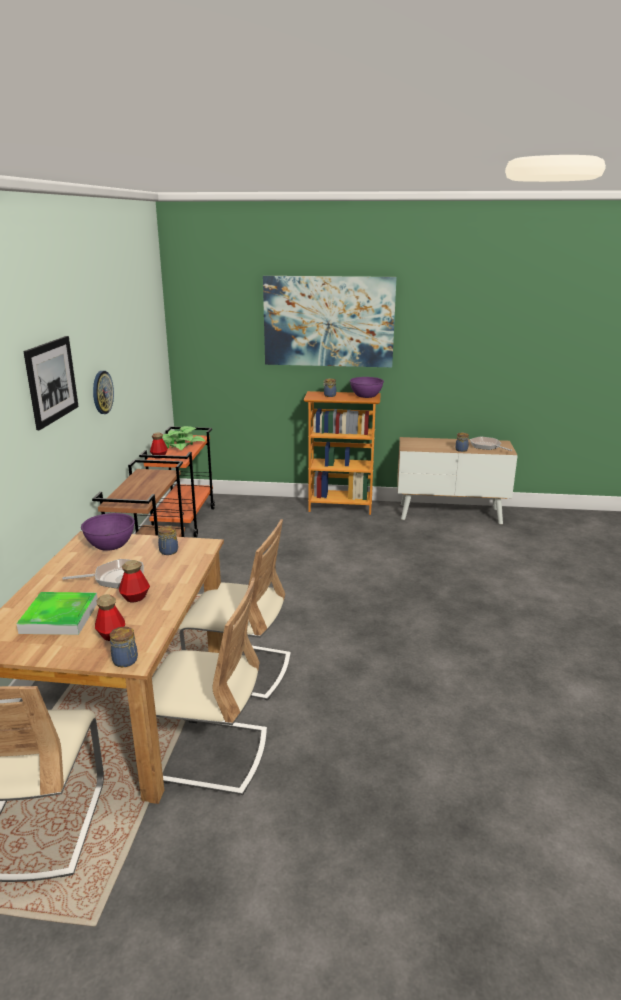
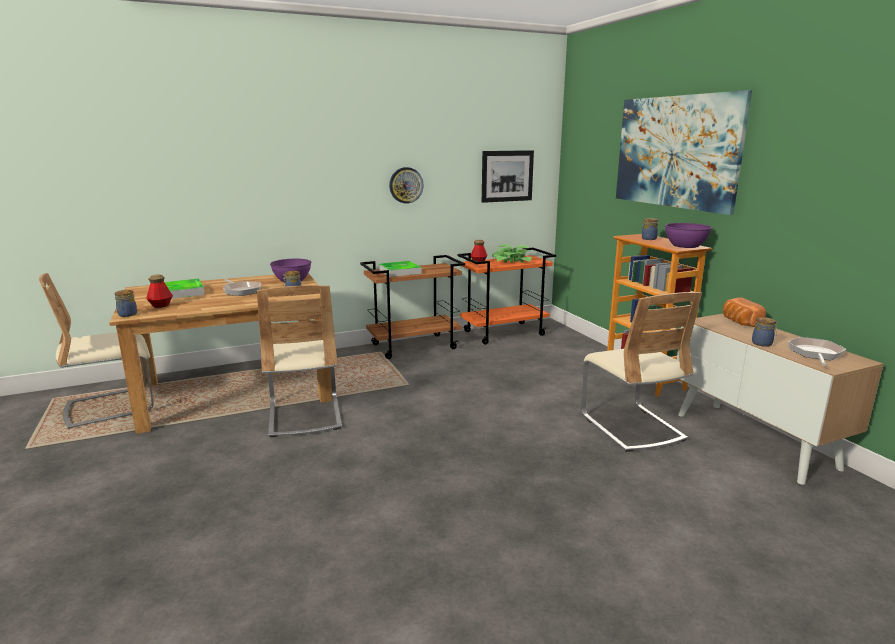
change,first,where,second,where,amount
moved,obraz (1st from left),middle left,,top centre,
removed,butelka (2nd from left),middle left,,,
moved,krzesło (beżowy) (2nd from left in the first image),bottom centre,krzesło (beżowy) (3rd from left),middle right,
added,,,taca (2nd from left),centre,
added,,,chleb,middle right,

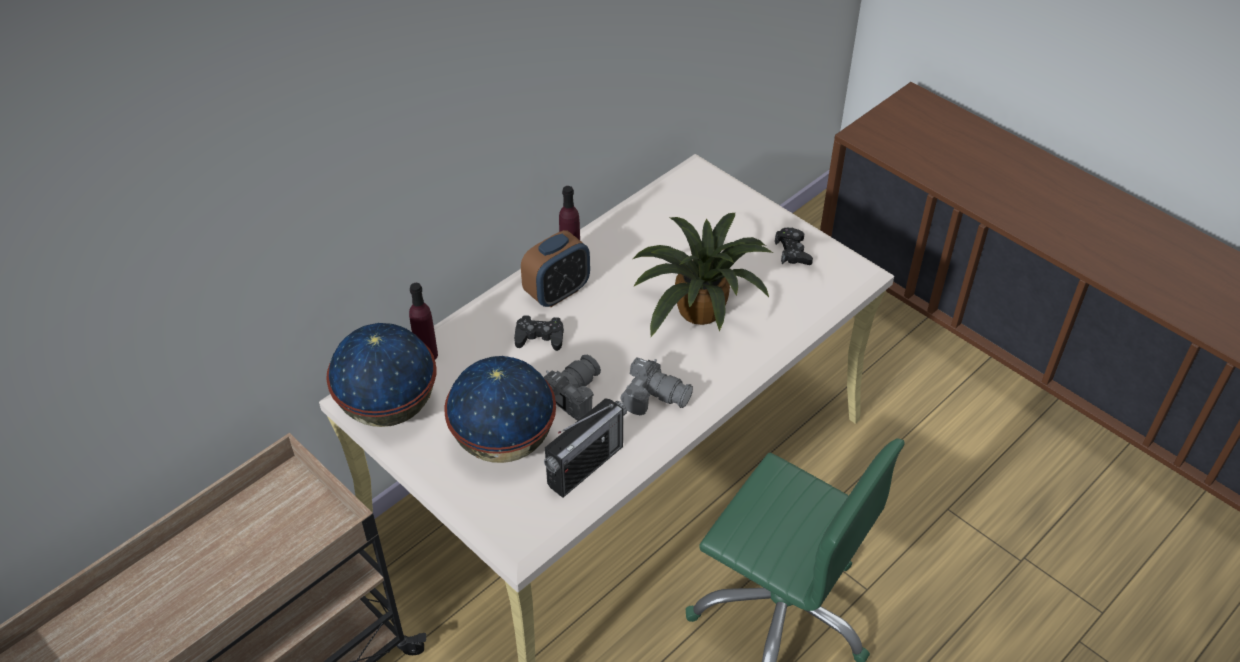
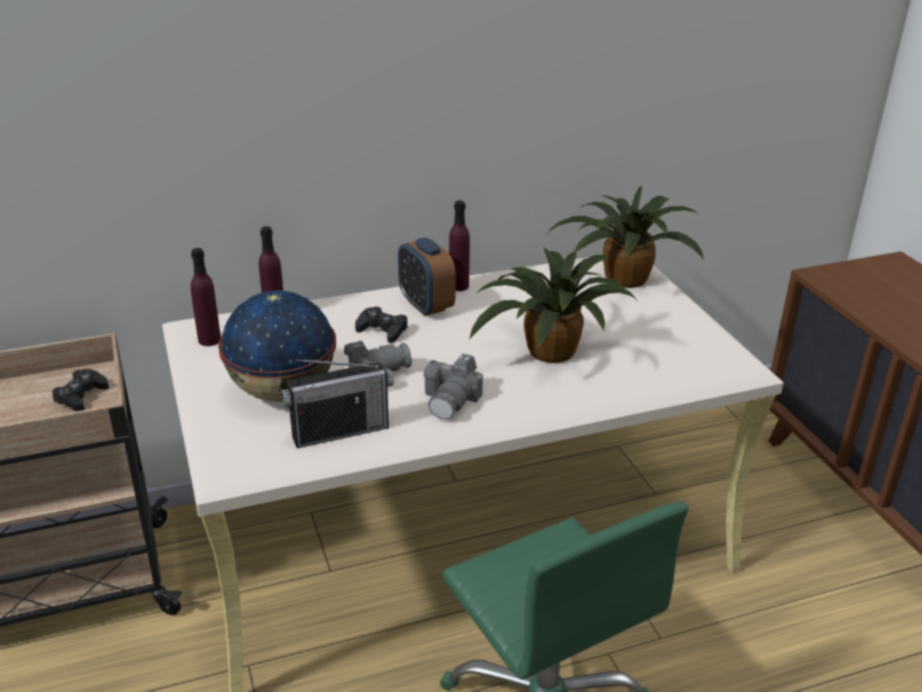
change,first,where,second,where,amount
replaced,globus (1st from left),middle left,butelka (fioletowy) (1st from left),middle left,
turned,budzik,centre,,centre,75 degrees clockwise
turned,aparat fotograficzny (2nd from left),centre,,centre,60 degrees clockwise
moved,pad do gier (czarny) (2nd from left in the first image),centre,pad do gier (czarny) (1st from left),middle left,
added,,,roślina doniczkowa (2nd from left),middle right,

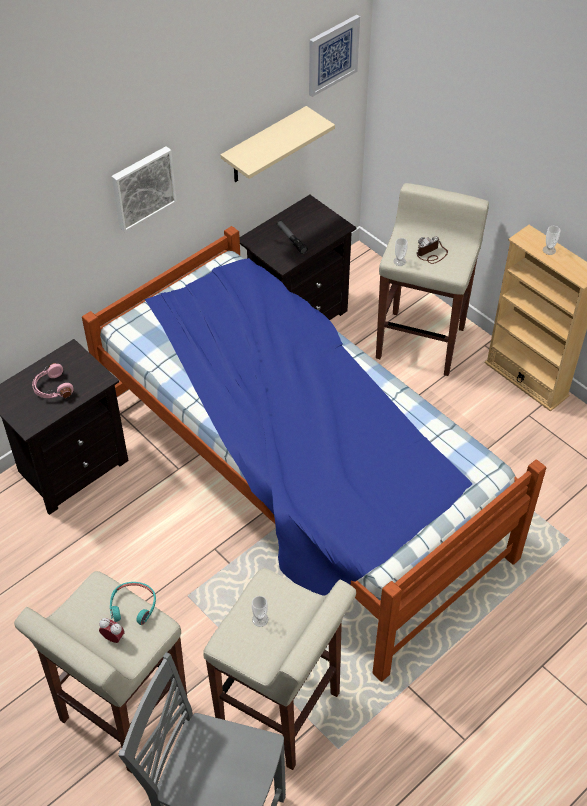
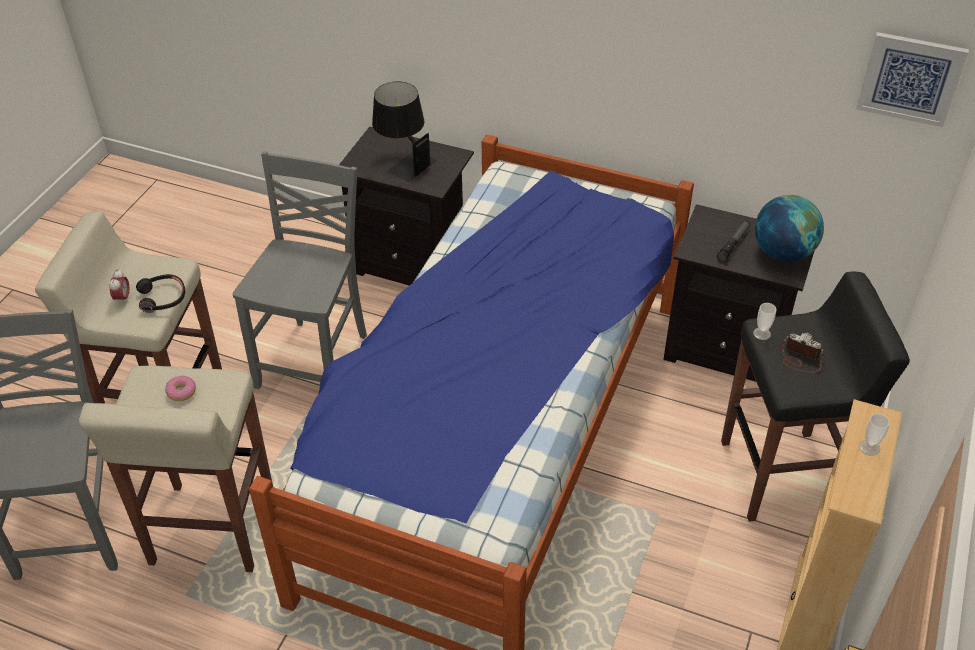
change,first,where,second,where,amount
replaced,słuchawki (różowy),middle left,lampa stołowa (czarny),top centre,
recoloured,słuchawki (turkusowy),bottom left,słuchawki (czarny),middle left,
removed,obraz (1st from left),top left,,,
removed,półka (beżowy),top centre,,,
replaced,filiżanka (1st from left),bottom centre,donut,middle left,
recoloured,stołek (beżowy) (3rd from left),middle right,stołek (czarny),middle right,
added,,,krzesło (szary) (2nd from left),middle left,
added,,,globus,middle right,

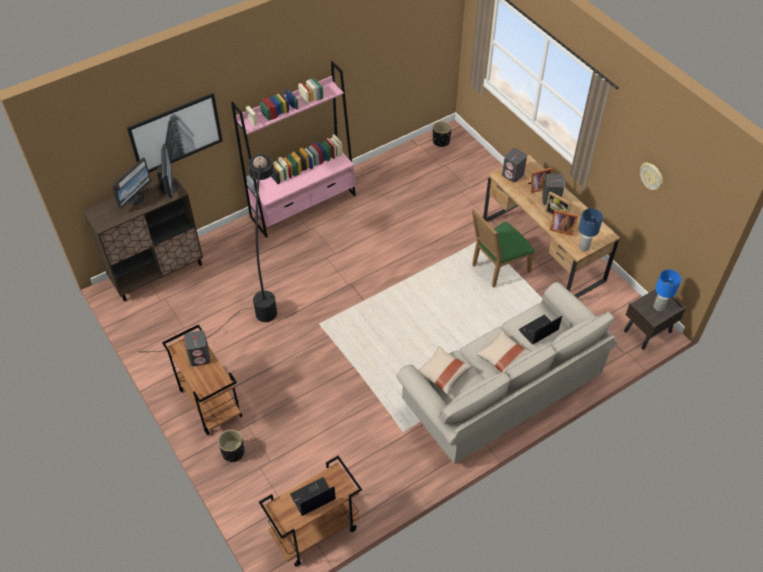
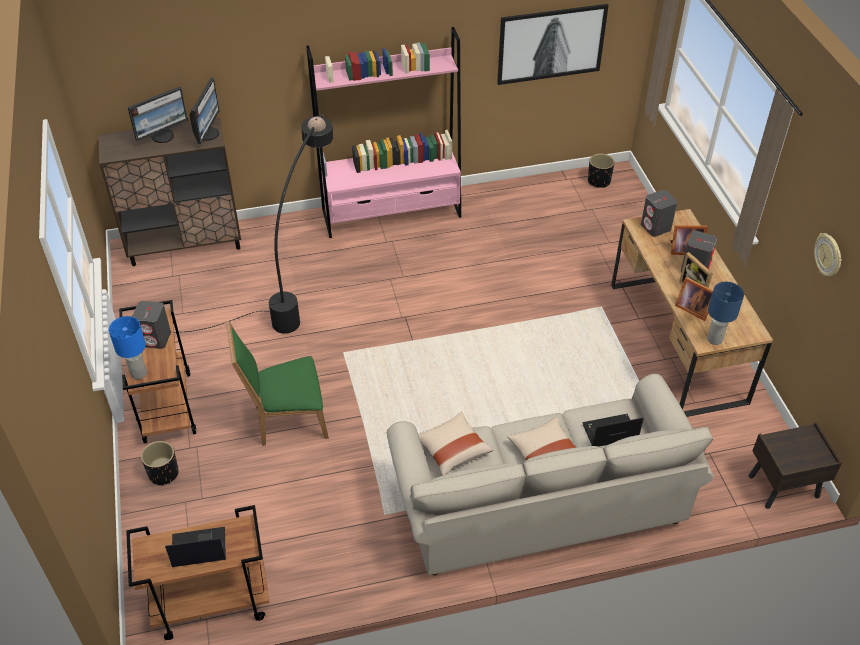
change,first,where,second,where,amount
moved,obraz,top left,,top centre,
moved,krzesło (zielony),centre,,middle left,
moved,lampa stołowa (niebieski) (2nd from left in the first image),middle right,lampa stołowa (niebieski) (1st from left),middle left,

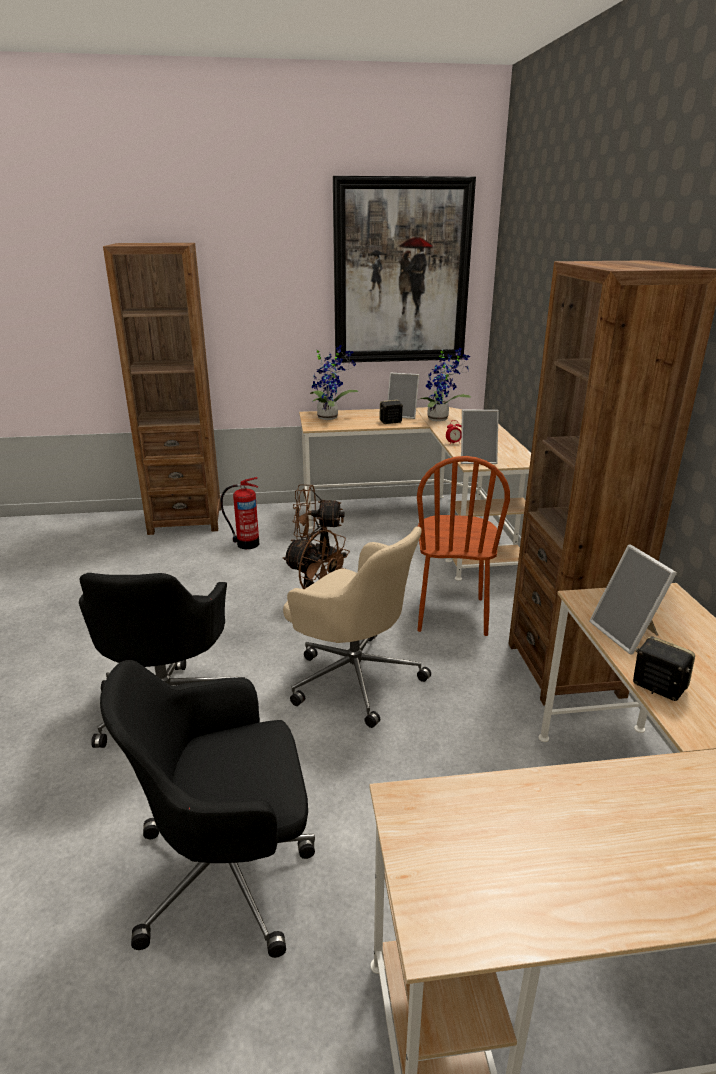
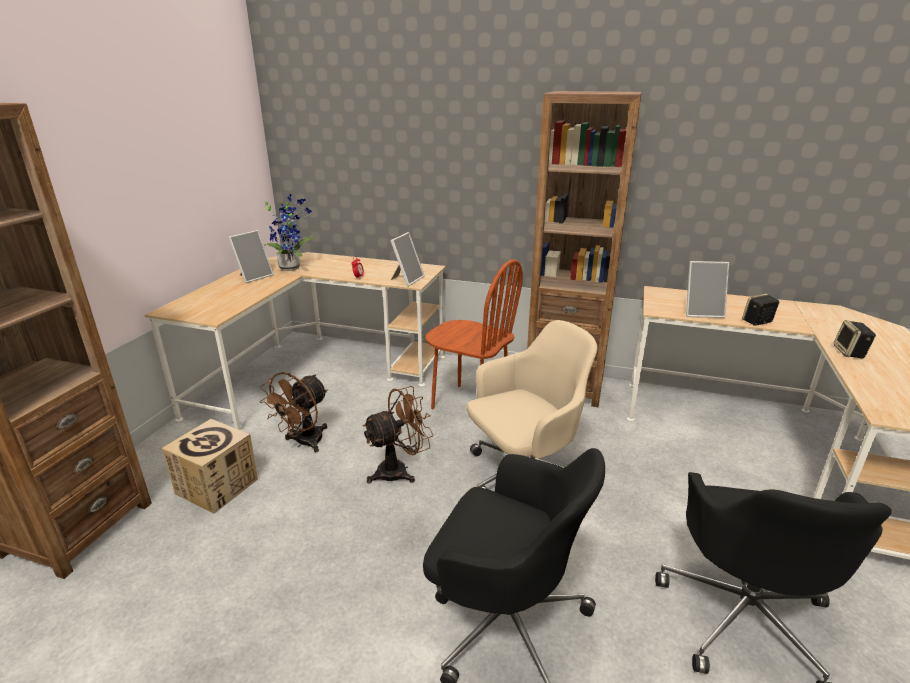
change,first,where,second,where,amount
replaced,gaśnica,centre,karton,bottom left,
removed,roślina doniczkowa (1st from left),centre,,,
removed,obraz,top centre,,,
moved,głośnik (1st from left in the first image),centre,głośnik (2nd from left),middle right,

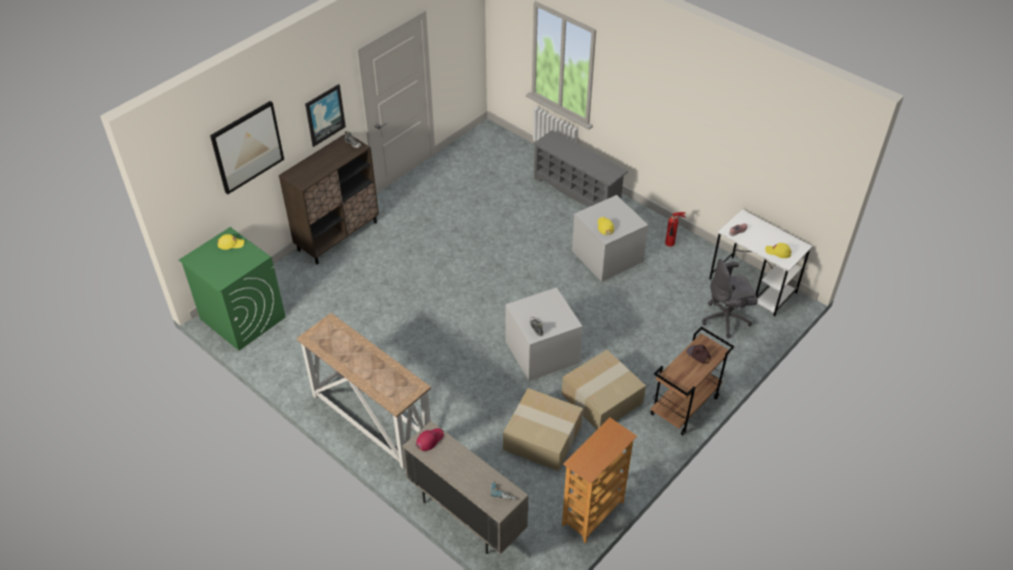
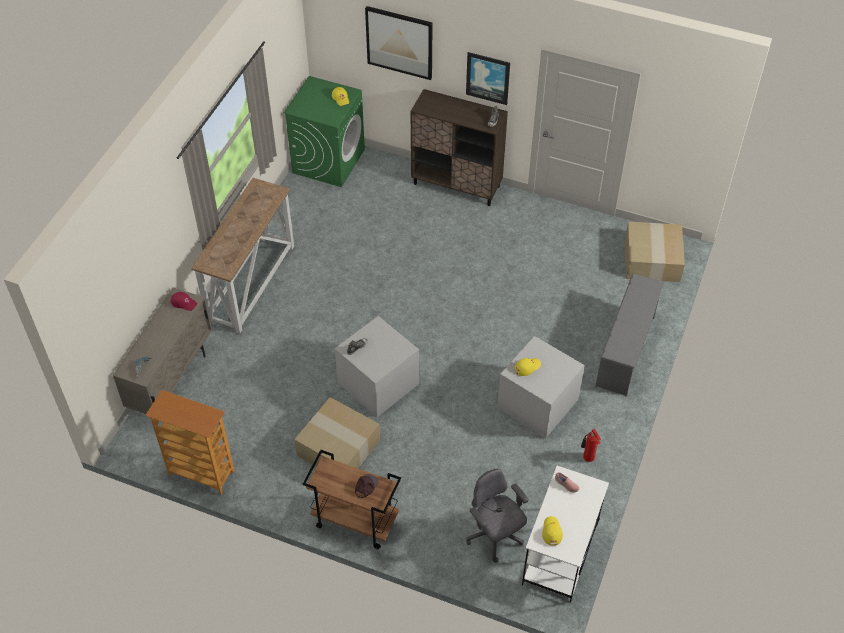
change,first,where,second,where,amount
moved,karton (1st from left in the first image),bottom centre,karton (2nd from left),middle right,

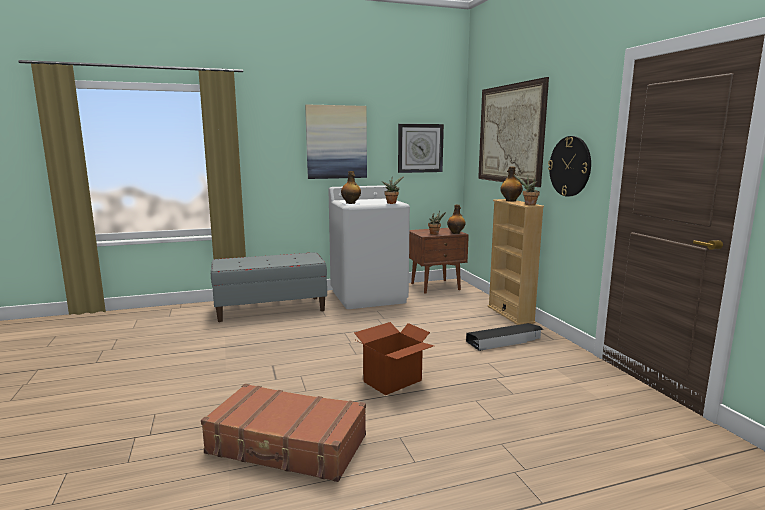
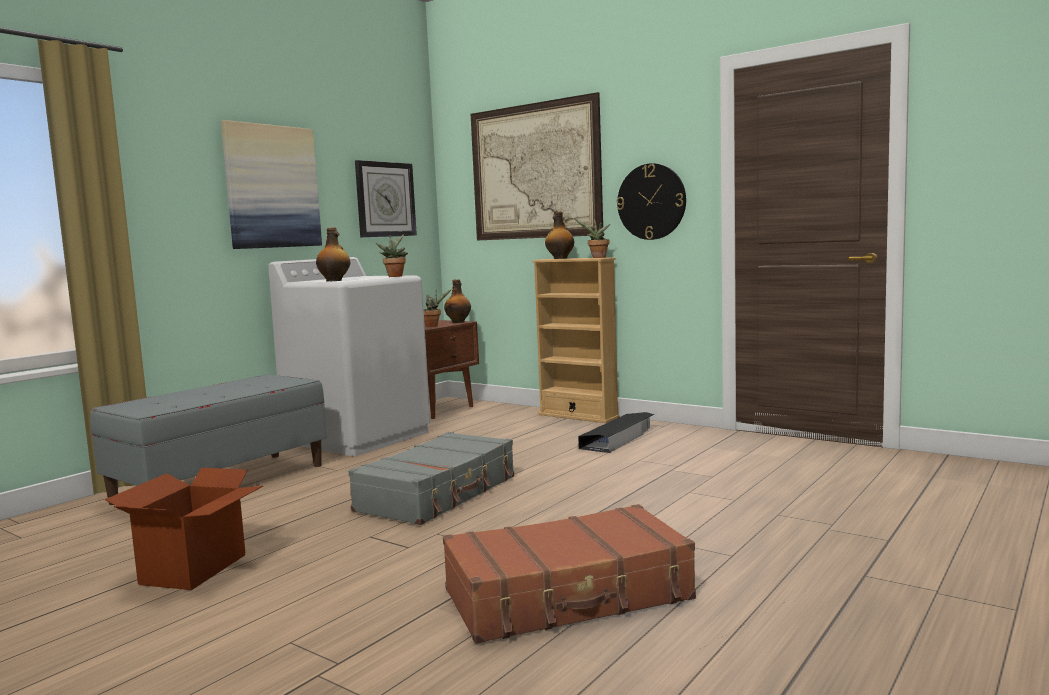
change,first,where,second,where,amount
moved,karton,bottom centre,,bottom left,
added,,,walizka (szary),bottom centre,

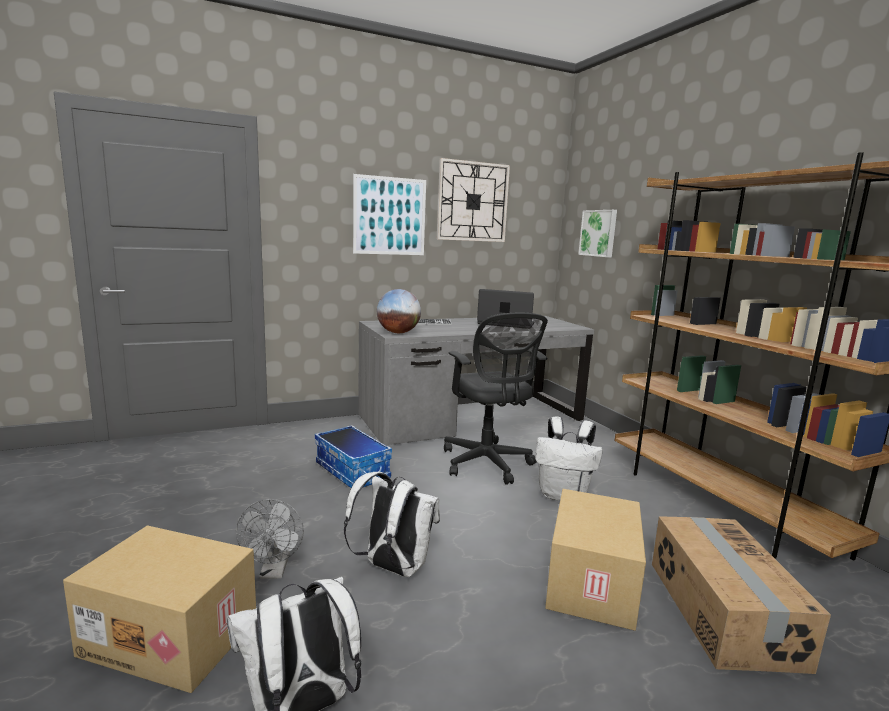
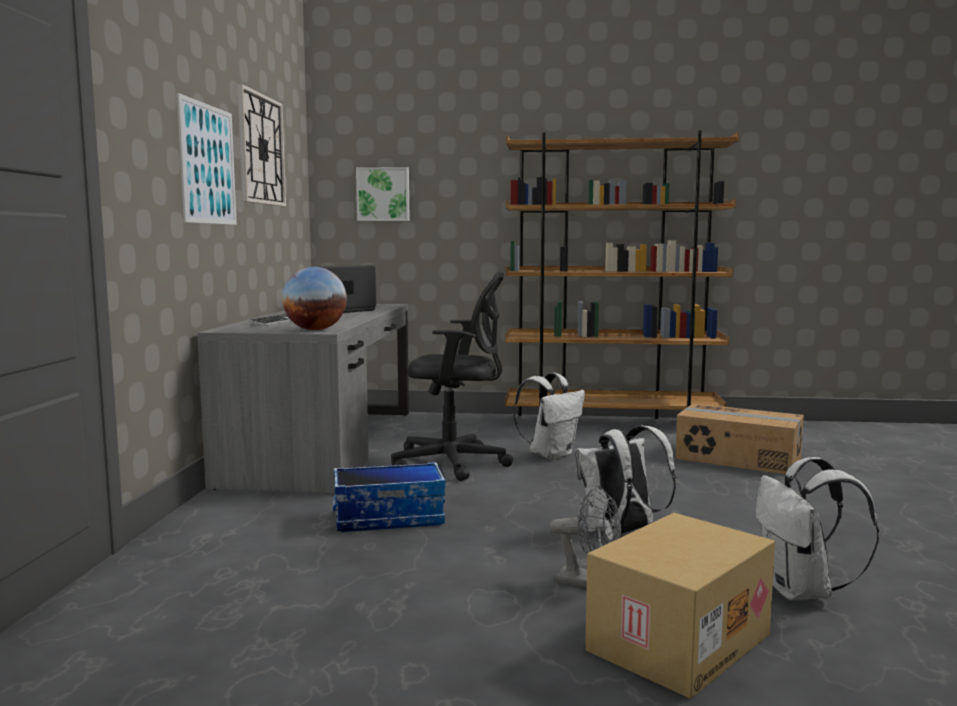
change,first,where,second,where,amount
removed,karton (2nd from left),bottom right,,,

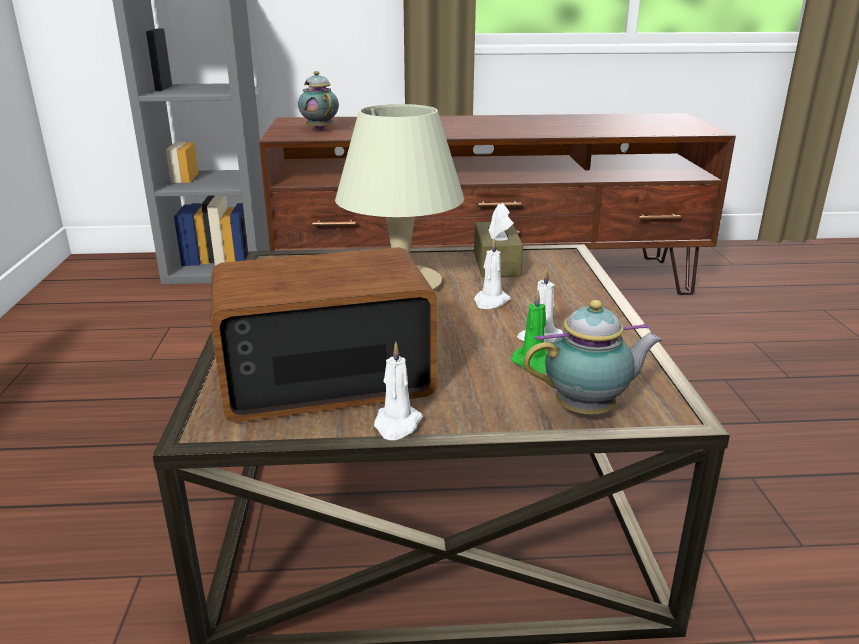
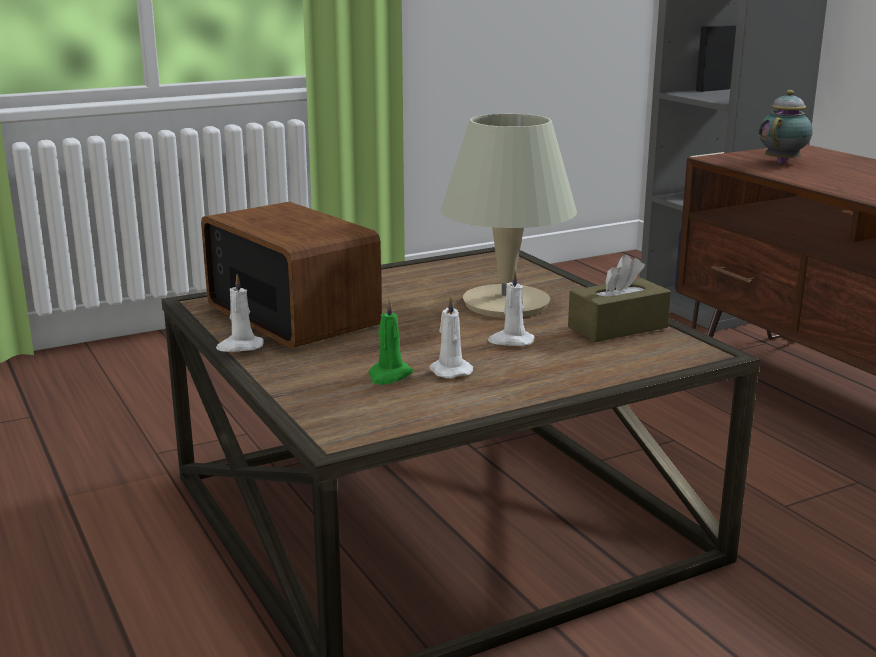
change,first,where,second,where,amount
removed,imbryk (2nd from left),middle right,,,

